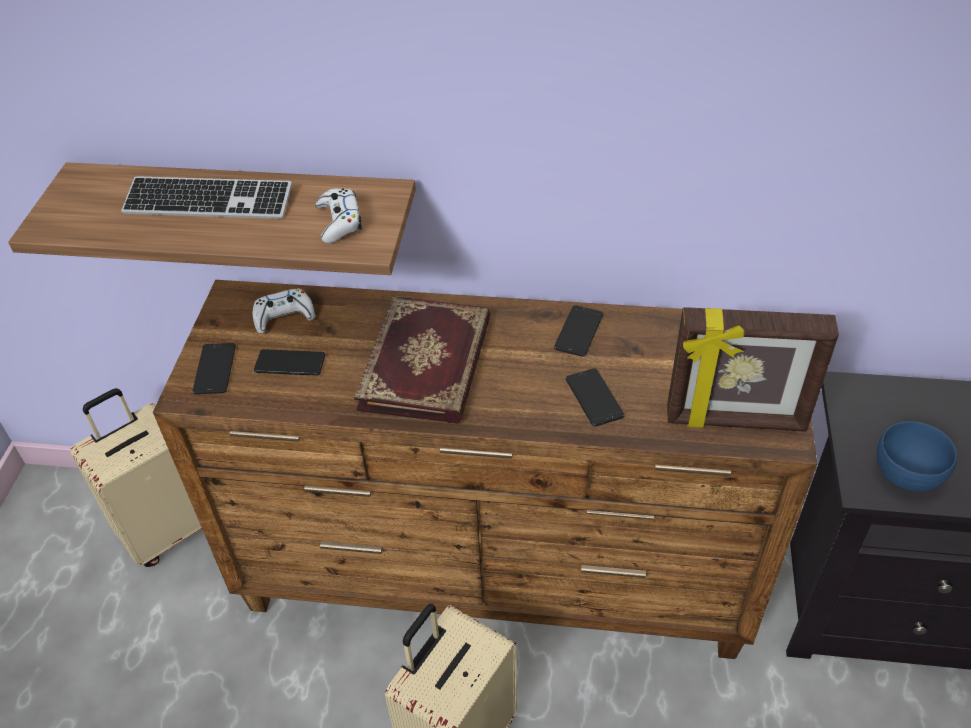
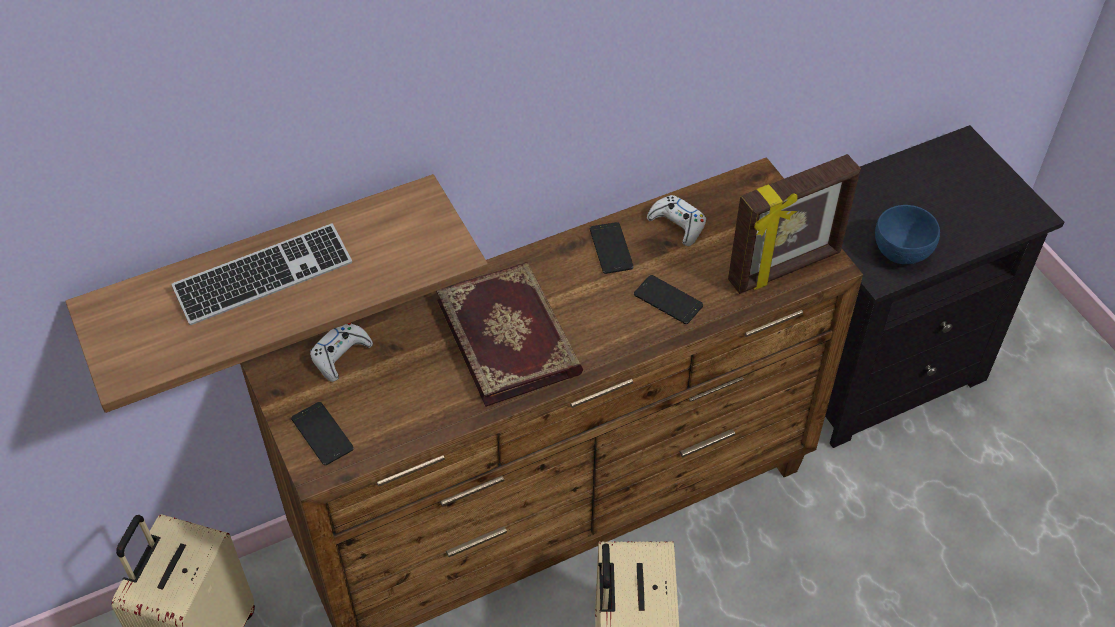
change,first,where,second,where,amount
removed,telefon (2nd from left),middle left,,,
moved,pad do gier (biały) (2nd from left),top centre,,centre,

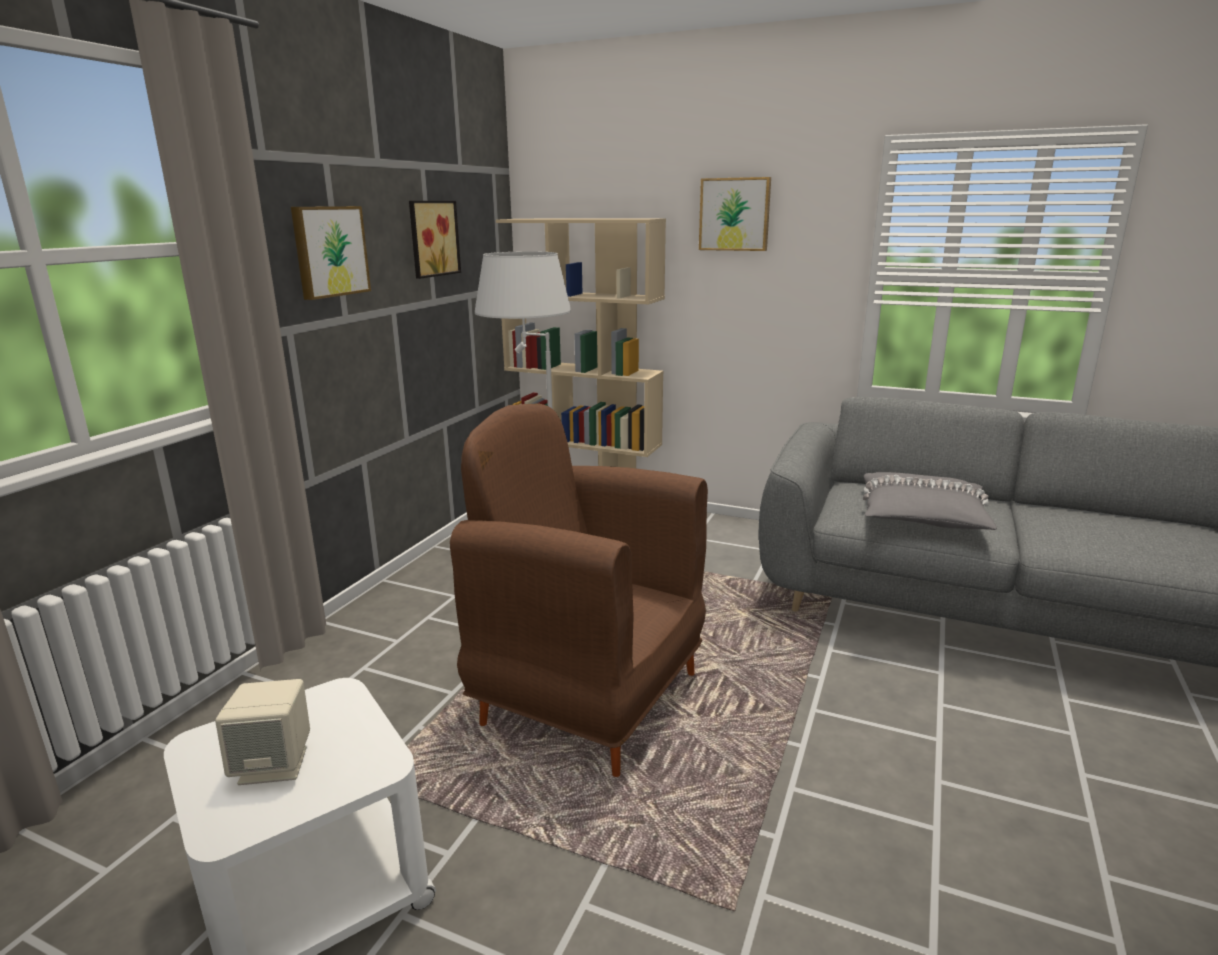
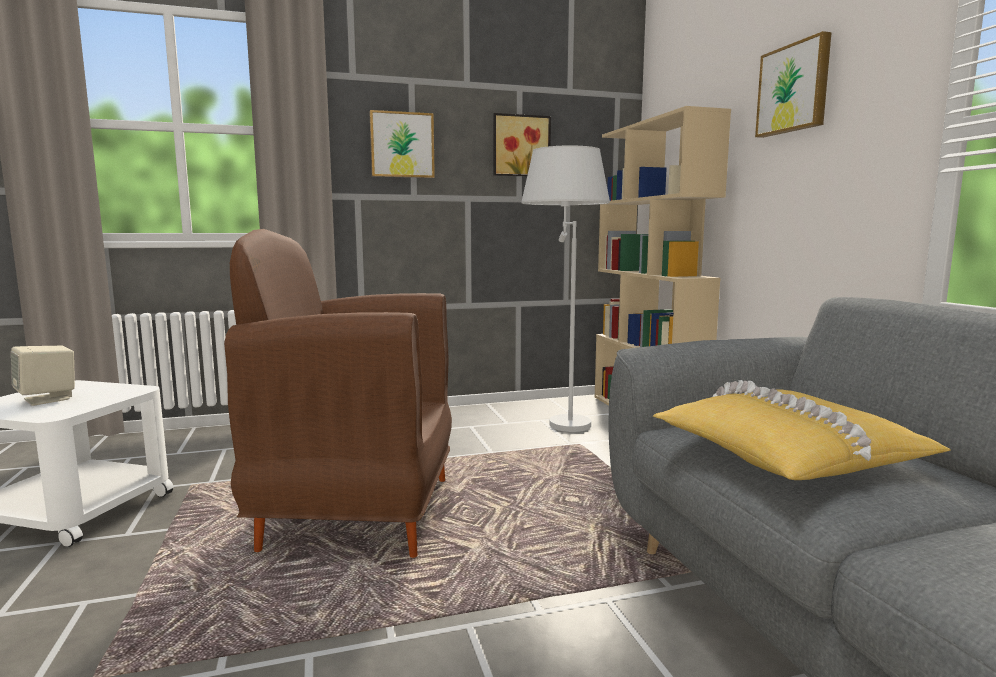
change,first,where,second,where,amount
turned,fotel (brązowy),centre,,centre,75 degrees counterclockwise
recoloured,poduszka (szary),middle right,poduszka (żółty),middle right,

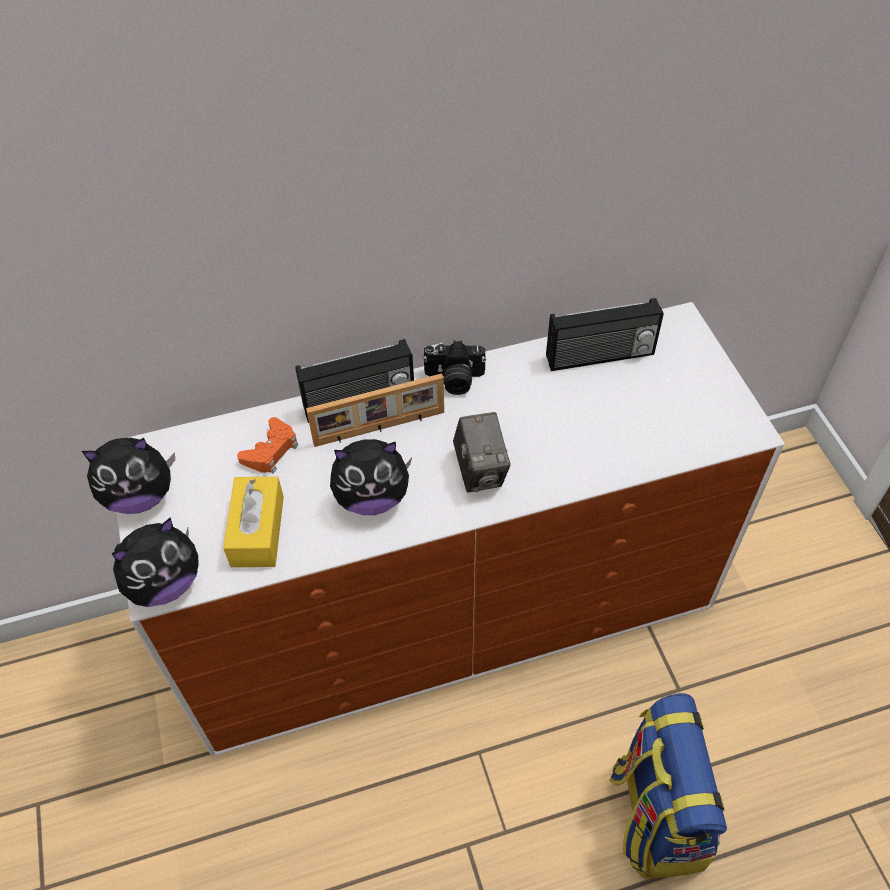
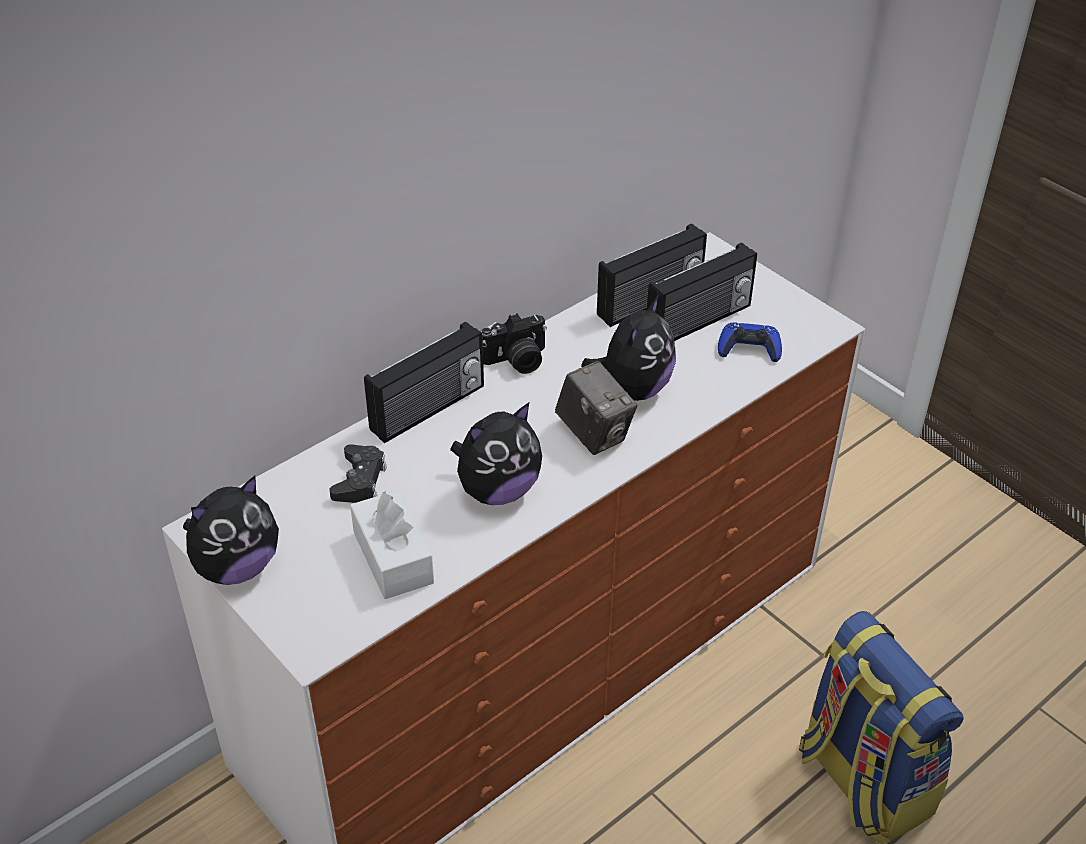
change,first,where,second,where,amount
moved,pluszak (2nd from left in the first image),middle left,pluszak (3rd from left),centre,
recoloured,pudełko chusteczek (żółty),middle left,pudełko chusteczek (biały),centre,
recoloured,pad do gier (pomarańczowy),middle left,pad do gier (czarny),middle left,
removed,ramka na zdjęcie,centre,,,
added,,,radio (3rd from left),centre,
added,,,pad do gier (niebieski),middle right,

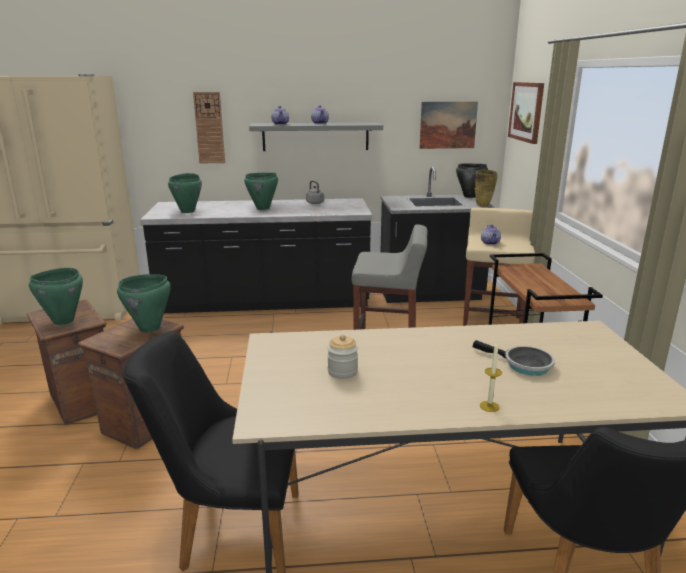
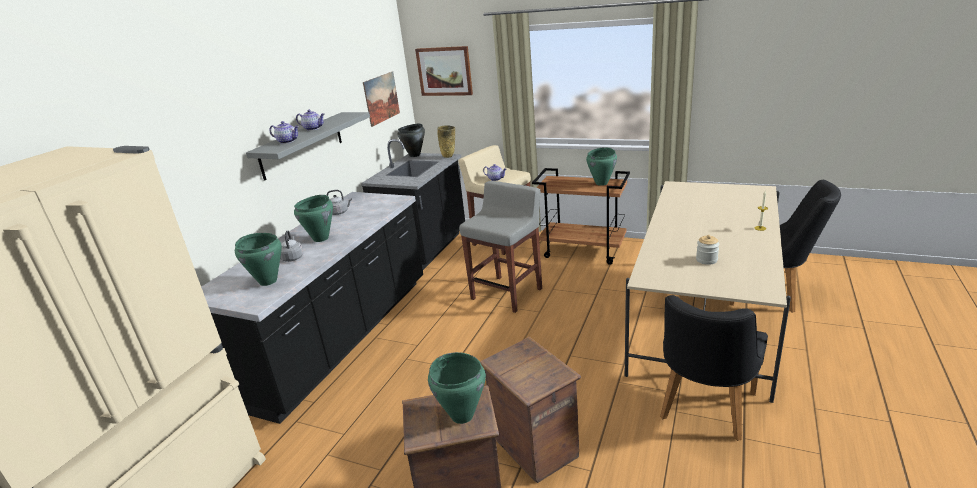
change,first,where,second,where,amount
moved,garnek (zielony) (2nd from left in the first image),middle left,garnek (zielony) (4th from left),centre,
removed,zegar ścienny,top left,,,
removed,patelnia,middle right,,,
added,,,czajnik (szary) (1st from left),middle left,

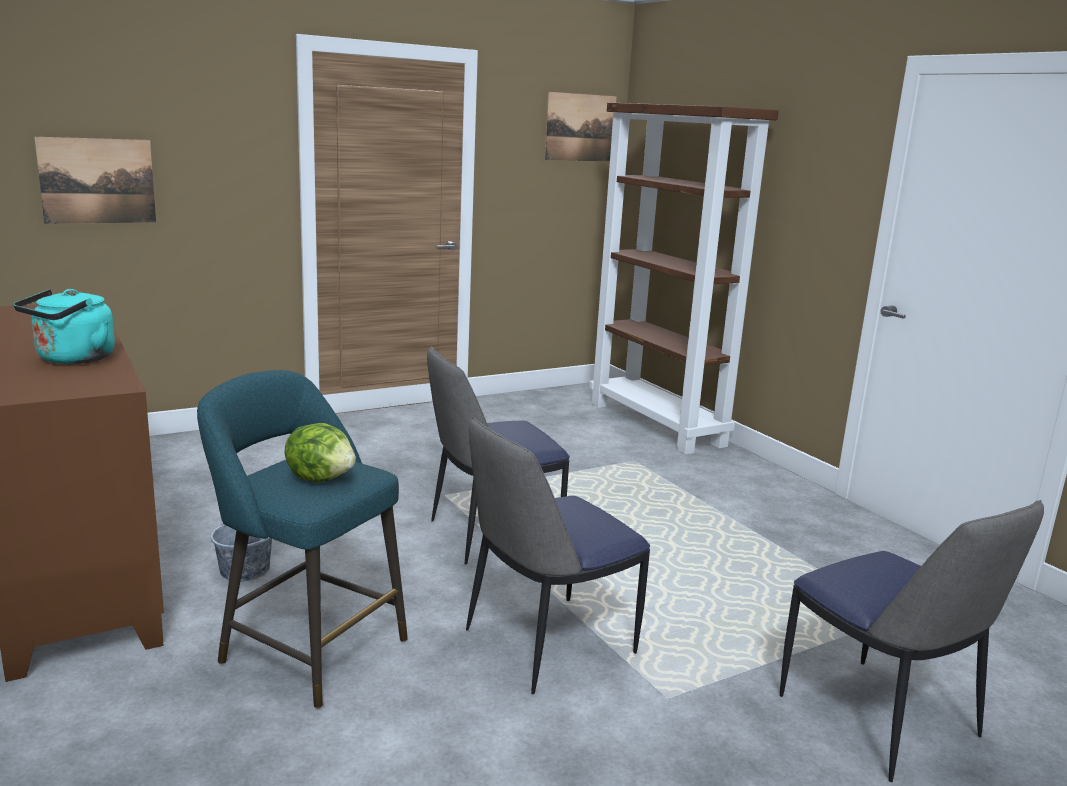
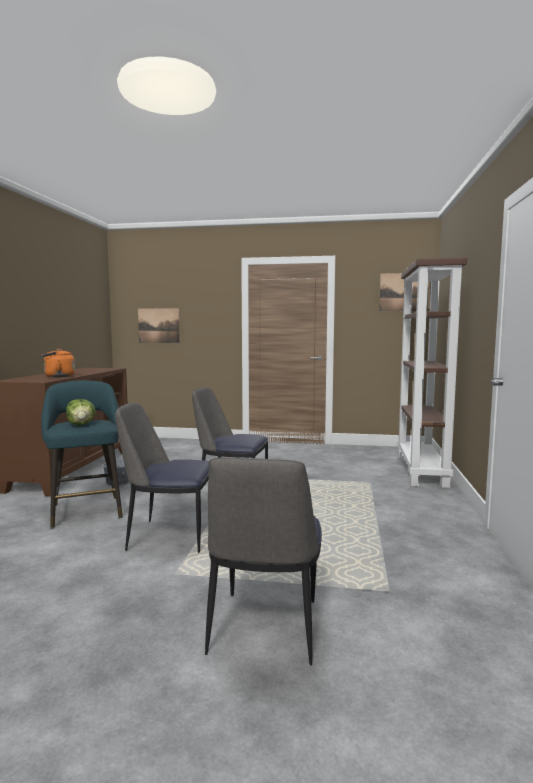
change,first,where,second,where,amount
recoloured,czajnik (turkusowy),middle left,czajnik (pomarańczowy),middle left,

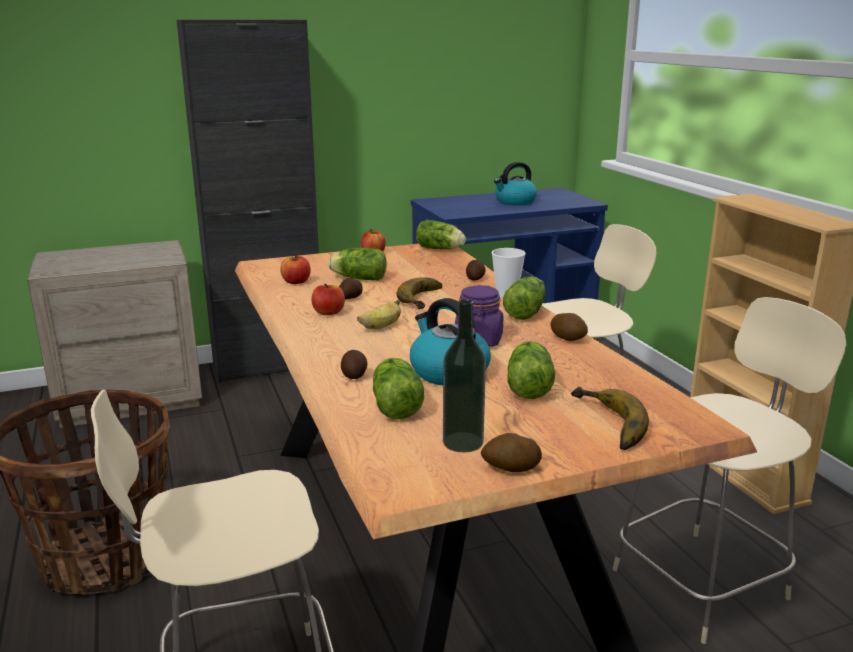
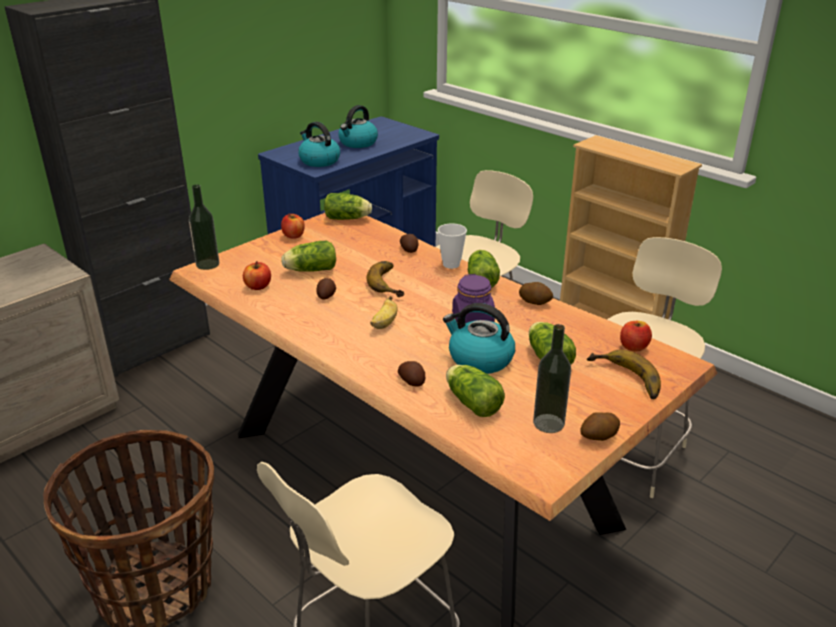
change,first,where,second,where,amount
moved,jabłko (2nd from left in the first image),centre,jabłko (3rd from left),middle right,
added,,,butelka (1st from left),middle left,
added,,,czajnik (1st from left),top centre,

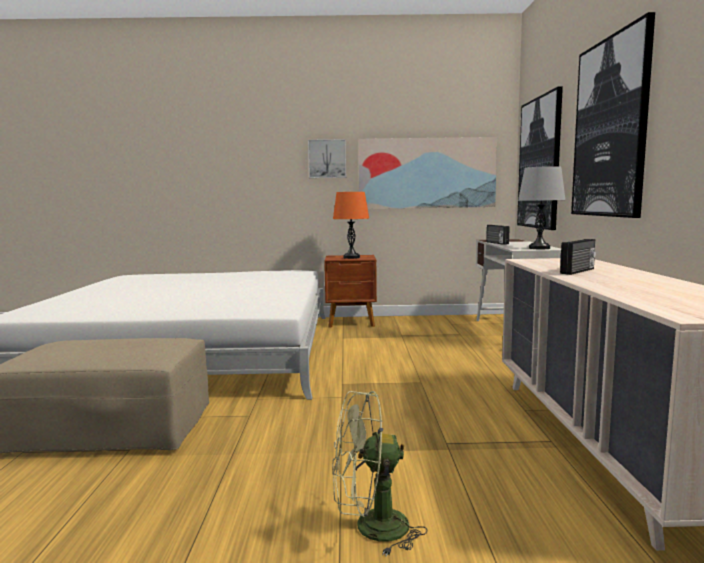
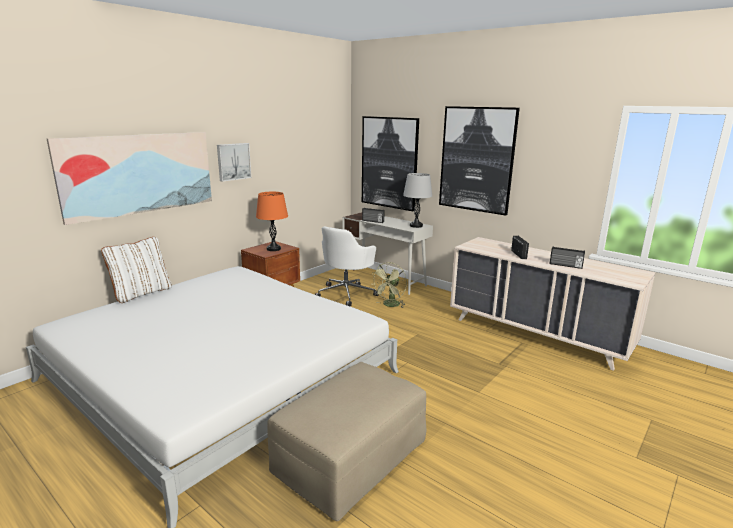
change,first,where,second,where,amount
moved,wentylator (zielony),bottom centre,,centre,
moved,obraz (2nd from left in the first image),top centre,obraz (1st from left),middle left,
added,,,poduszka (biały),middle left,
added,,,krzesło biurowe (biały),centre,
added,,,radio (3rd from left),middle right,

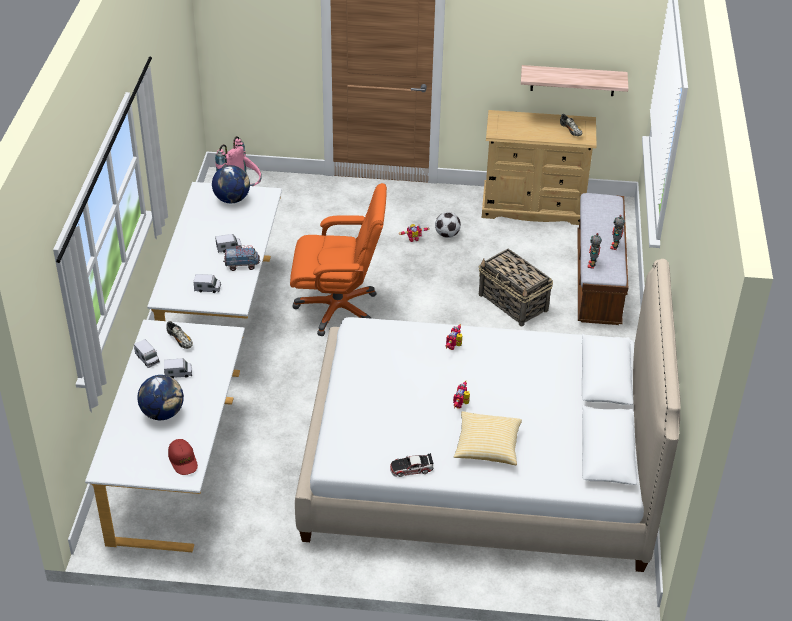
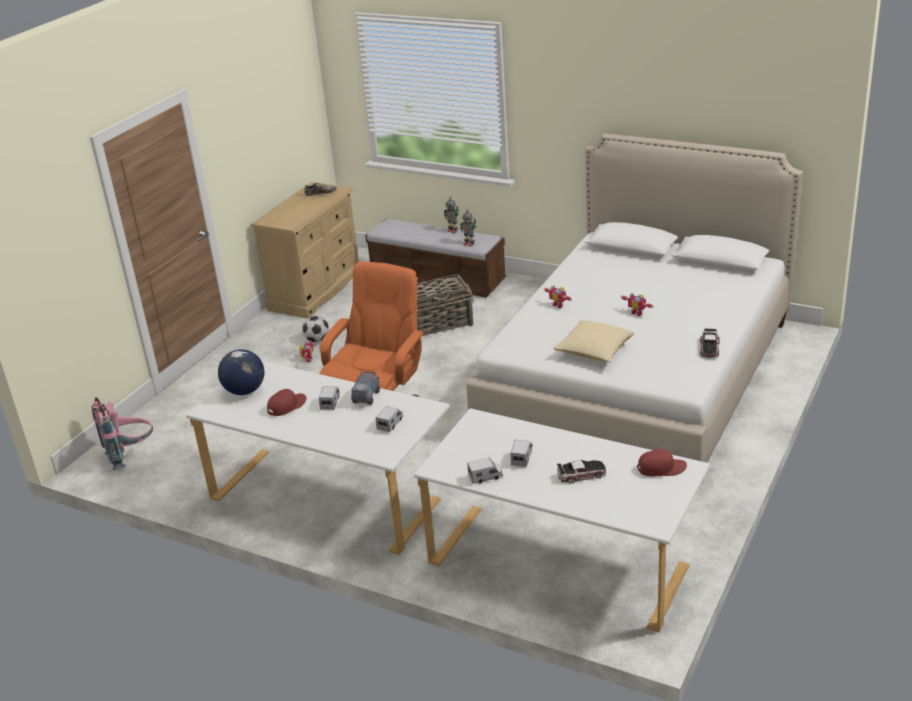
change,first,where,second,where,amount
replaced,globus (1st from left),middle left,samochodzik (1st from left),bottom centre,
removed,but (1st from left),middle left,,,
moved,poduszka,bottom centre,,centre,
removed,półka,top right,,,
added,,,czapka z daszkiem (czerwony) (1st from left),middle left,

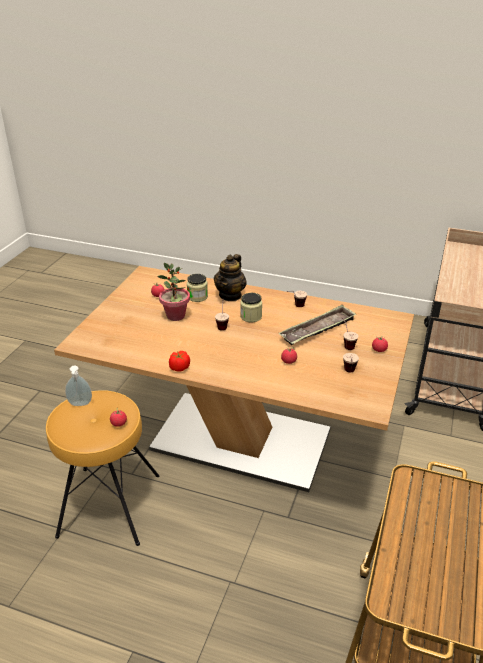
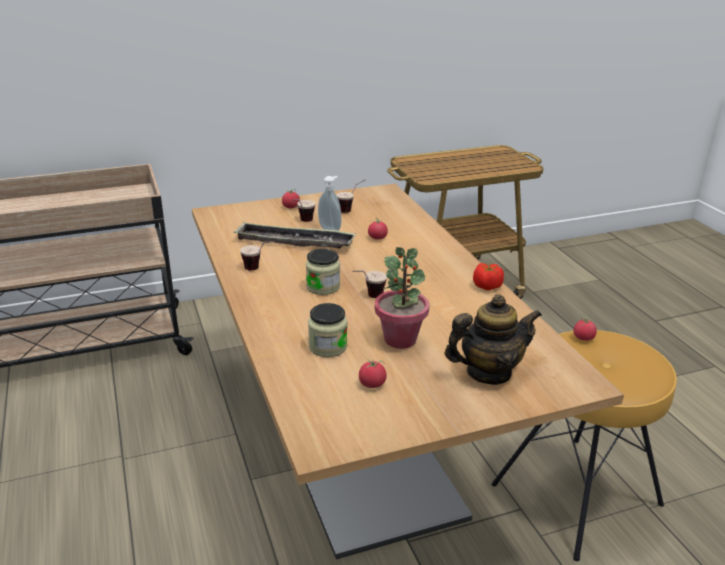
change,first,where,second,where,amount
moved,dozownik mydła,middle left,,centre,
moved,imbryk,centre,,middle right,

